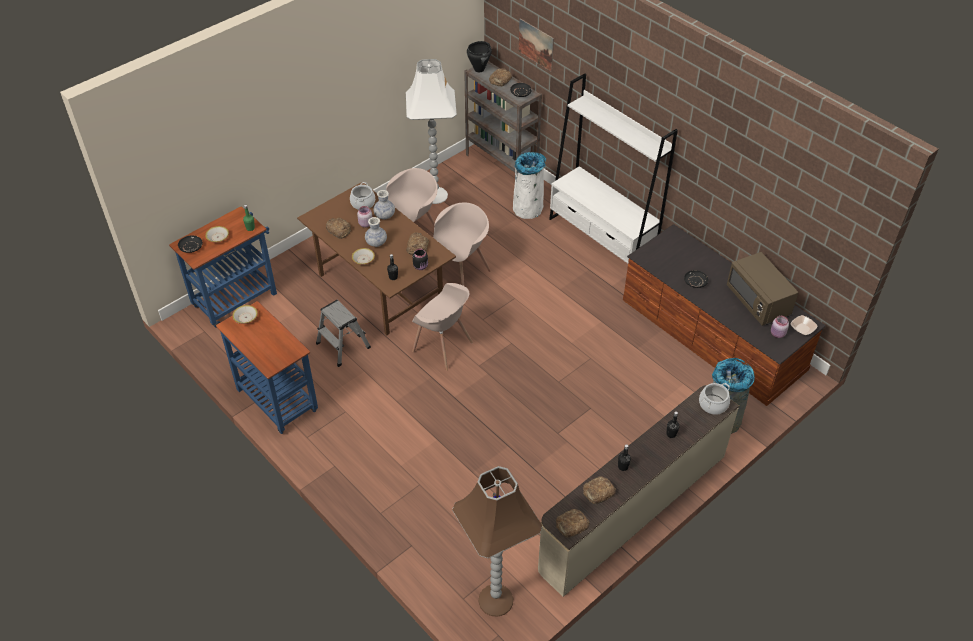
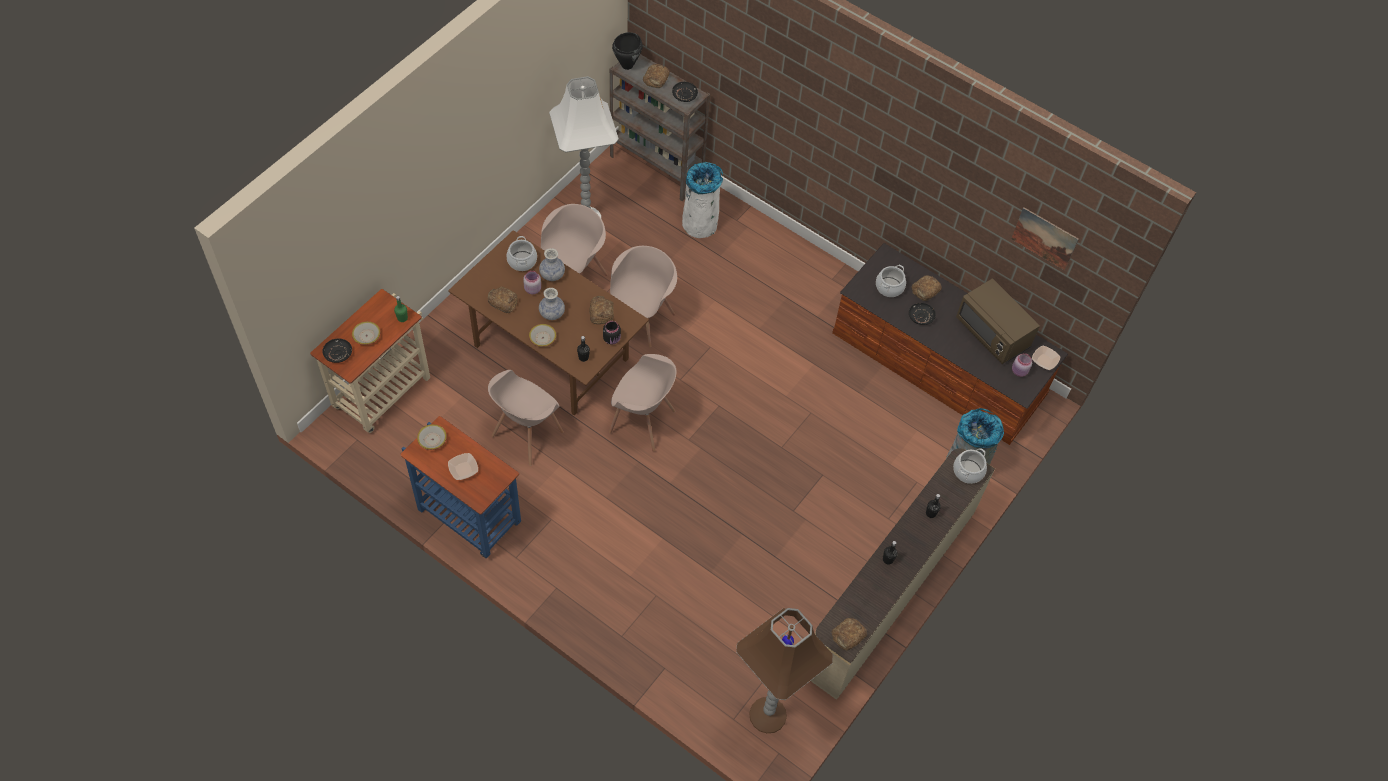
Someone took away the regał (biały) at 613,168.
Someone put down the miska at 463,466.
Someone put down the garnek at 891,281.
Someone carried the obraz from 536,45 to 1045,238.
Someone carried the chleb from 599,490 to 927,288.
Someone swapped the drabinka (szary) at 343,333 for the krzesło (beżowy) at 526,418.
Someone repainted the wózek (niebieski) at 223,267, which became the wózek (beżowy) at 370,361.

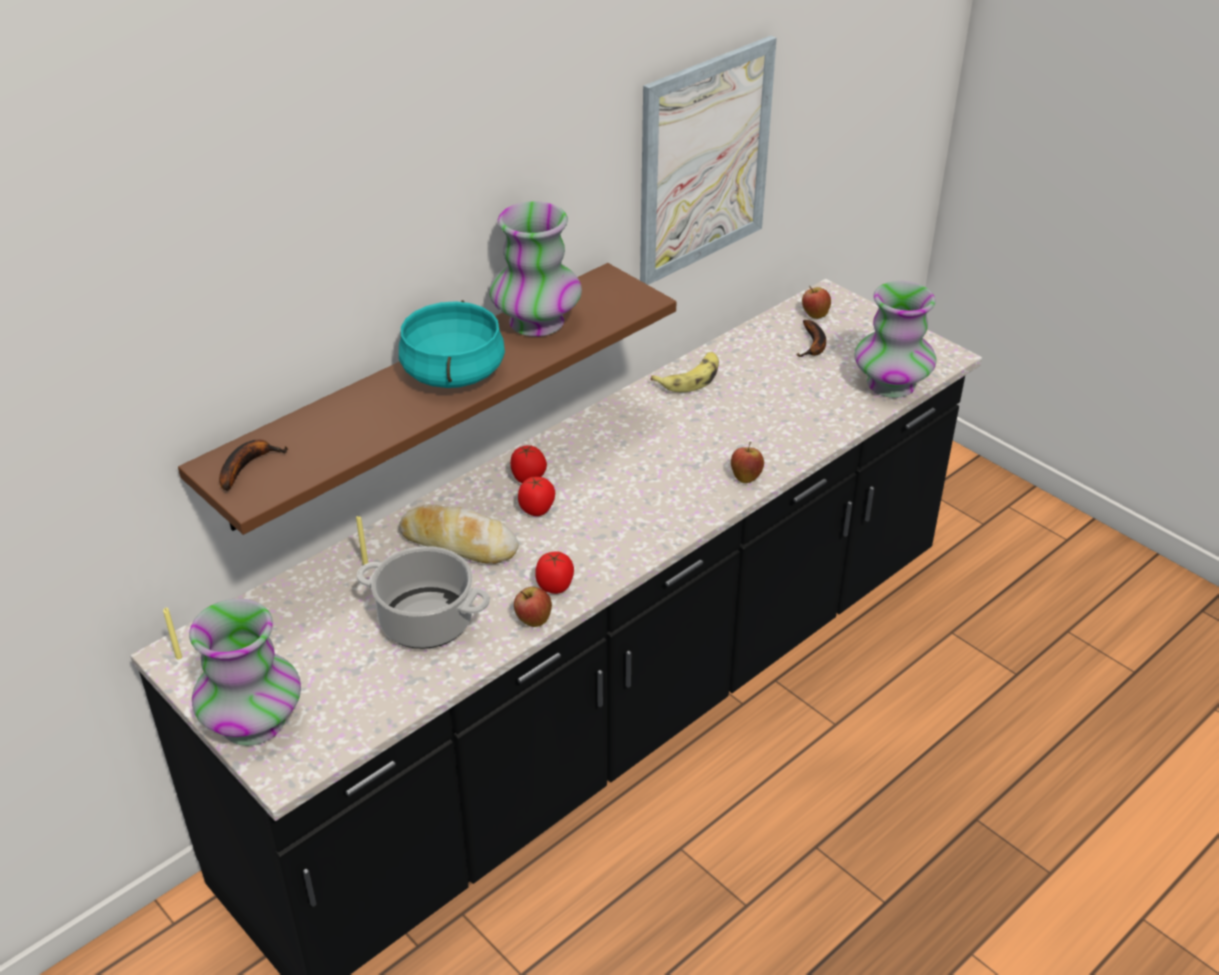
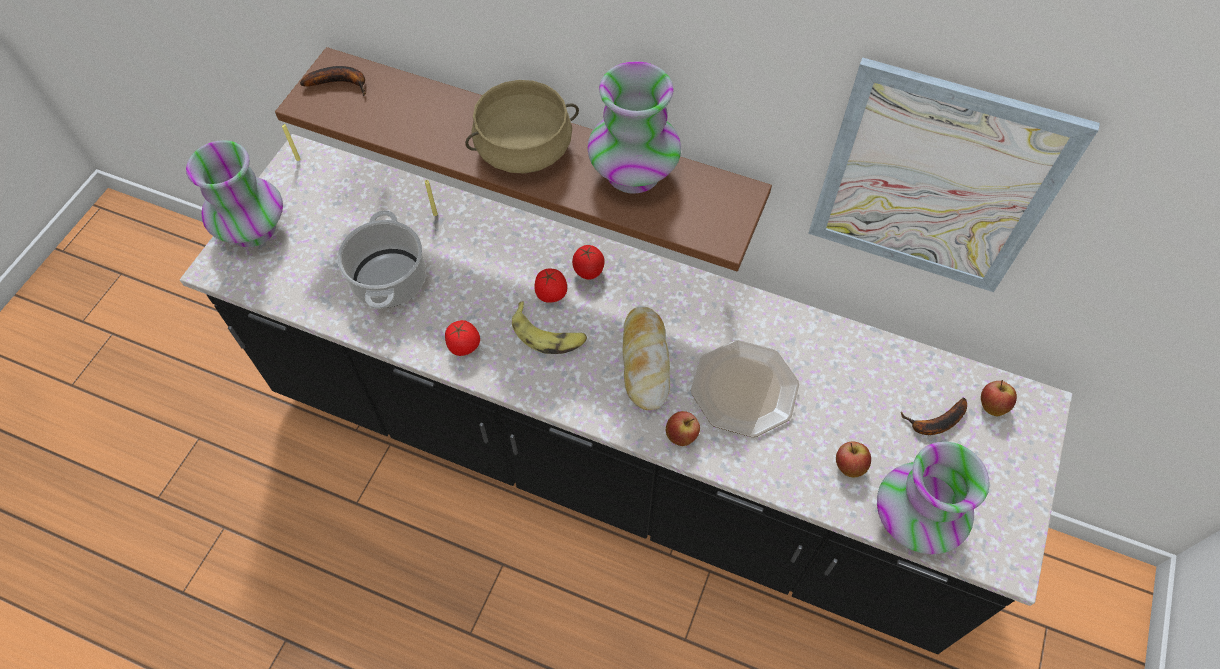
Someone put down the talerz at 745,388.
Someone carried the chleb from 459,534 to 646,358.
Someone carried the jabłko from 533,607 to 853,459.
Someone carried the banan from 685,372 to 549,327.
Someone repainted the garnek (turkusowy) at 452,344, which became the garnek (beżowy) at 522,127.

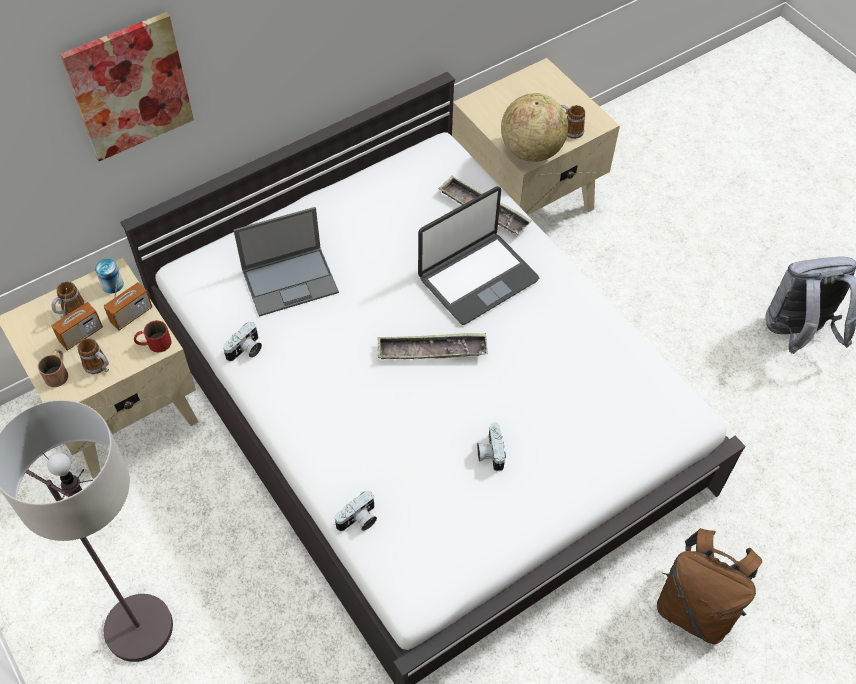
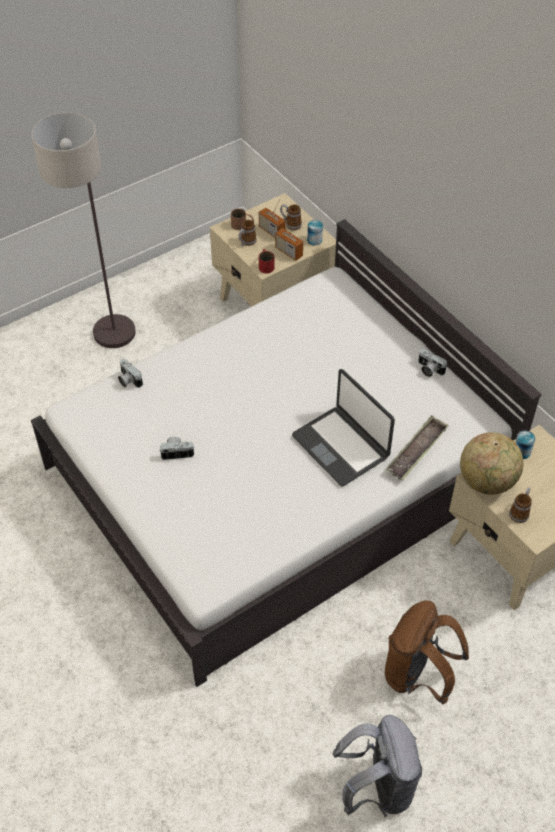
Someone took away the obraz at 127,86.
Someone took away the laptop at 286,262.
Someone took away the taca at 433,346.
Someone put down the puszka at 525,444.
Someone carried the aparat fotograficzny from 242,341 to 432,363.
Someone carried the plecak (brązowy) from 709,586 to 427,653.

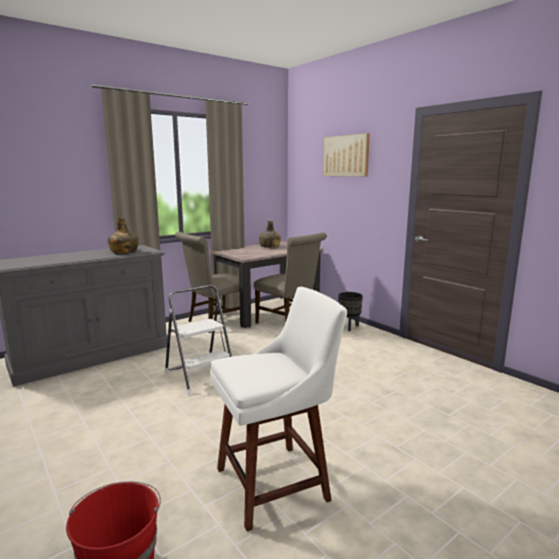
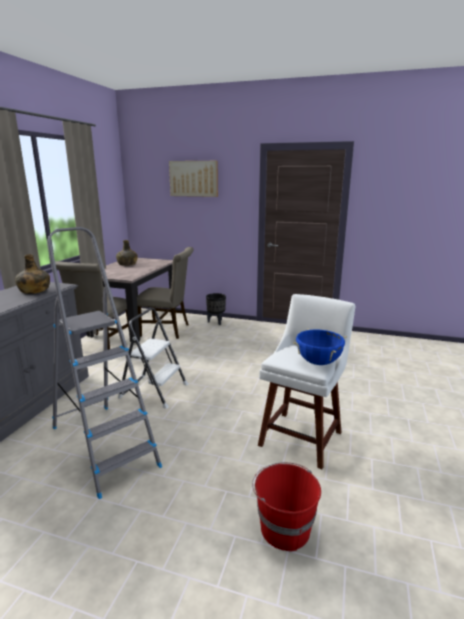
Someone put down the drabinka (szary) at 104,363.
Someone put down the garnek (niebieski) at 320,347.

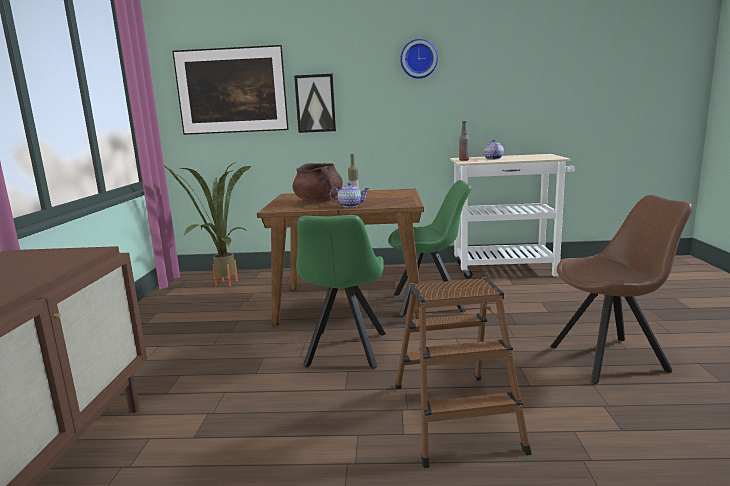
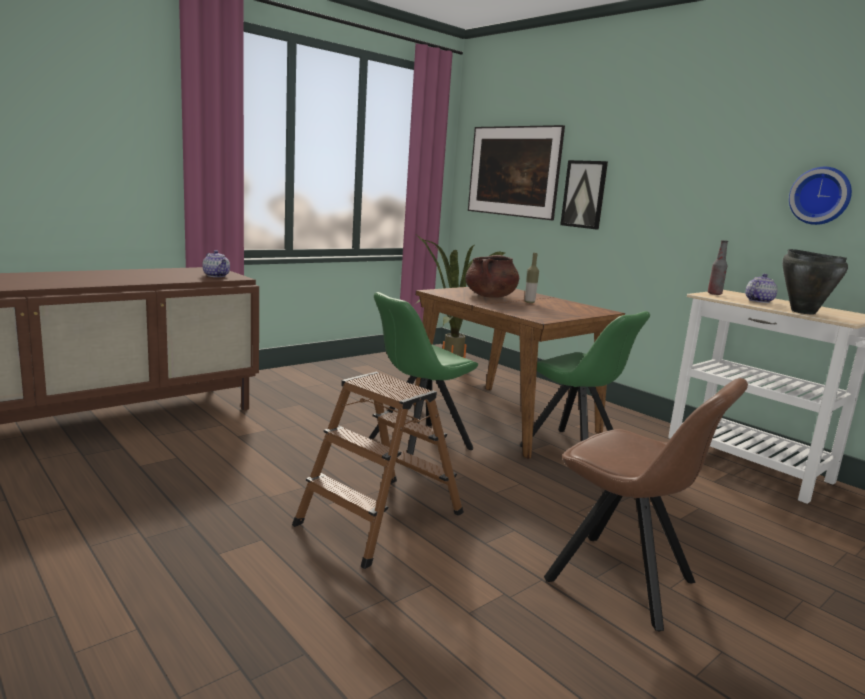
Someone put down the garnek (czarny) at 815,282.
Someone carried the imbryk from 349,194 to 216,263.
Someone carried the zegar ścienny from 419,59 to 820,196.

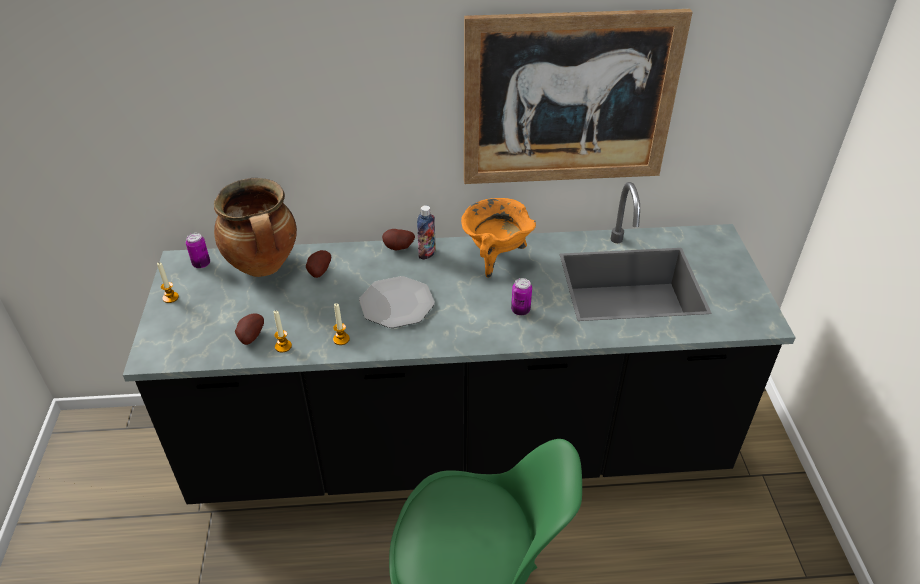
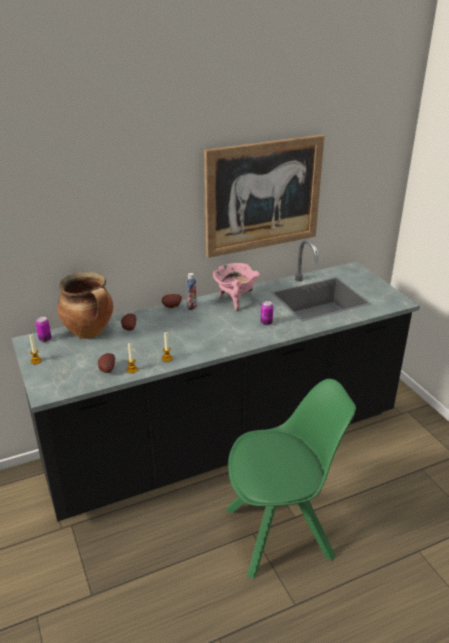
Someone took away the talerz at 397,302.
Someone repainted the garnek (pomarańczowy) at 498,238, which became the garnek (różowy) at 236,287.

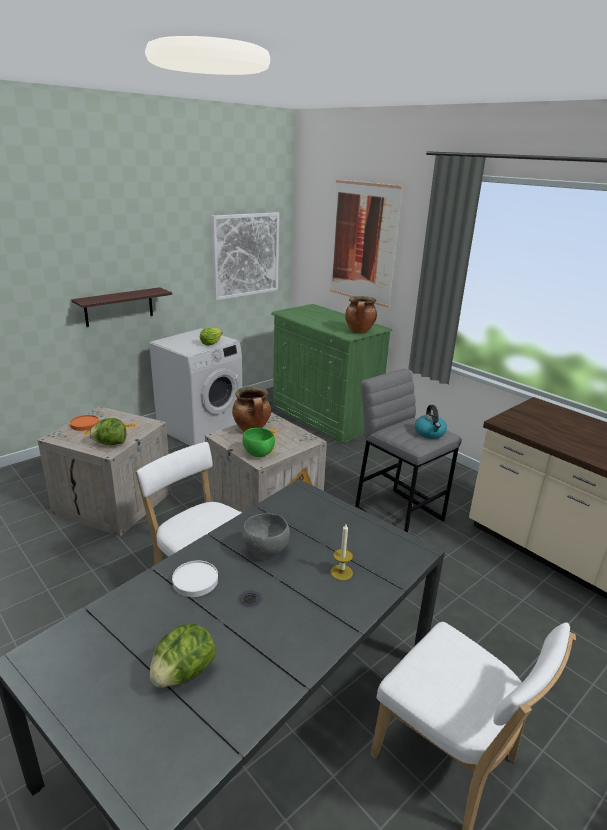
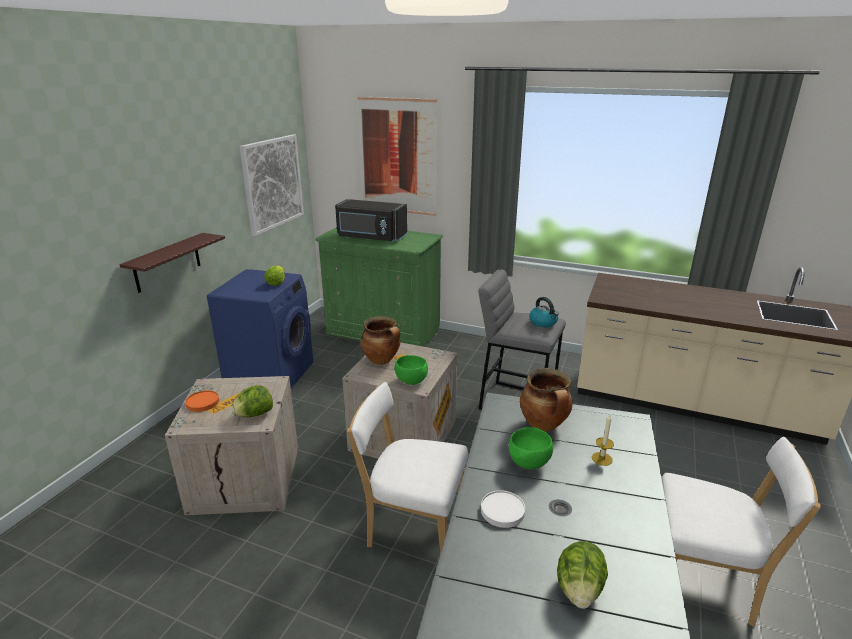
Someone put down the mikrofalówka (czarny) at 371,220.
Someone carried the garnek from 361,315 to 546,400.
Someone repainted the pralka (biały) at 195,387, which became the pralka (niebieski) at 260,328.
Someone repainted the miska (szary) at 266,535, which became the miska (zielony) at 531,448.

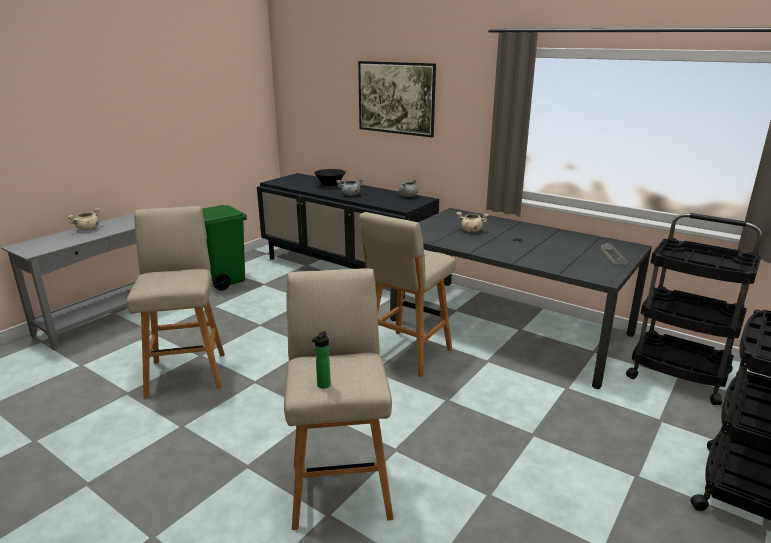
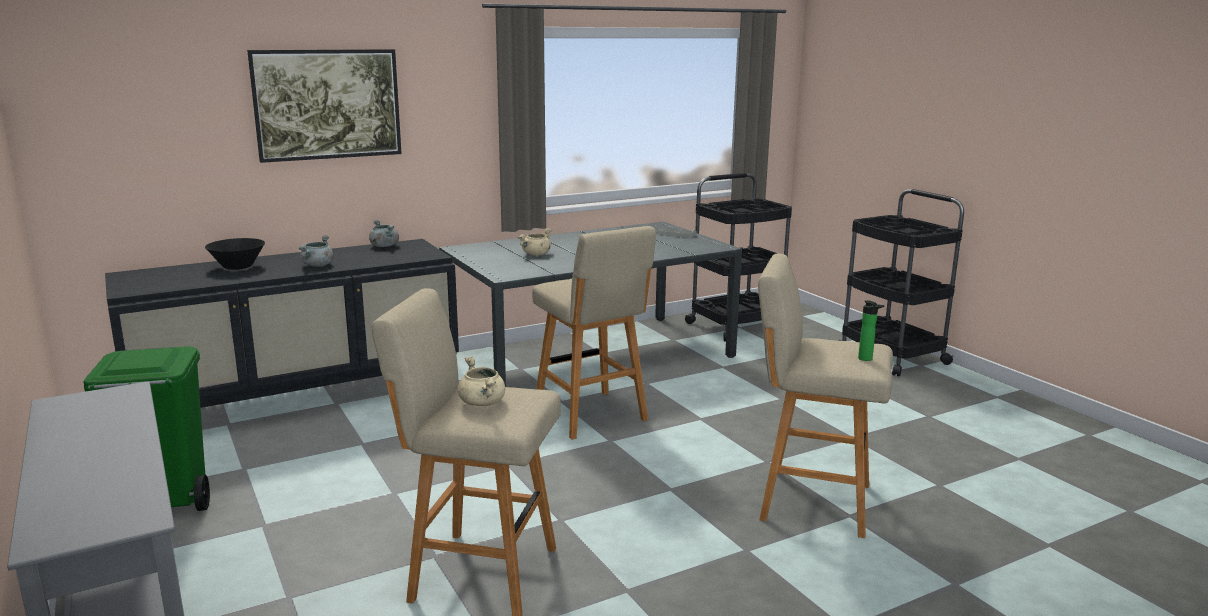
Someone carried the garnek (beżowy) from 83,219 to 481,381.

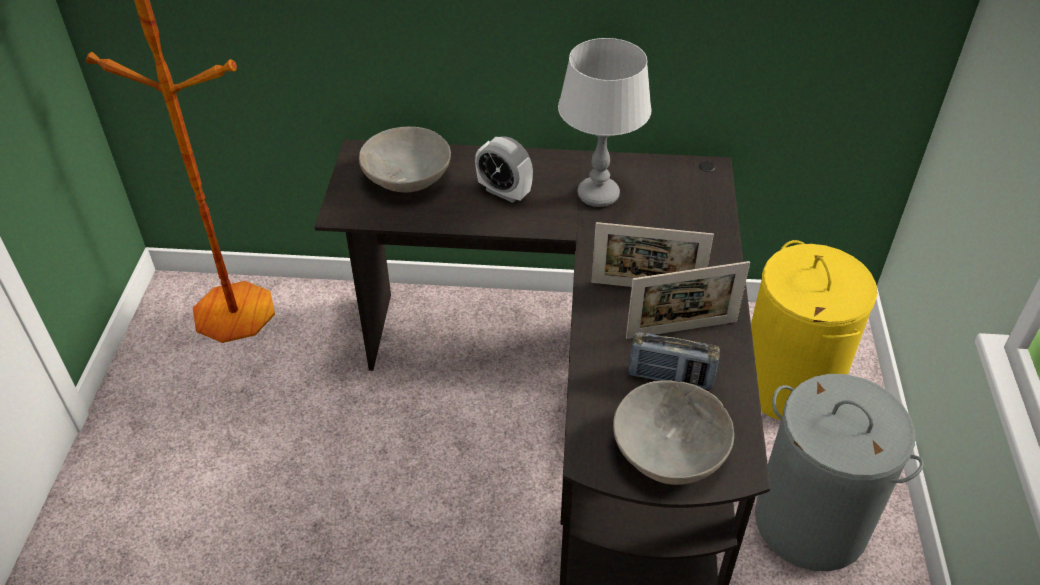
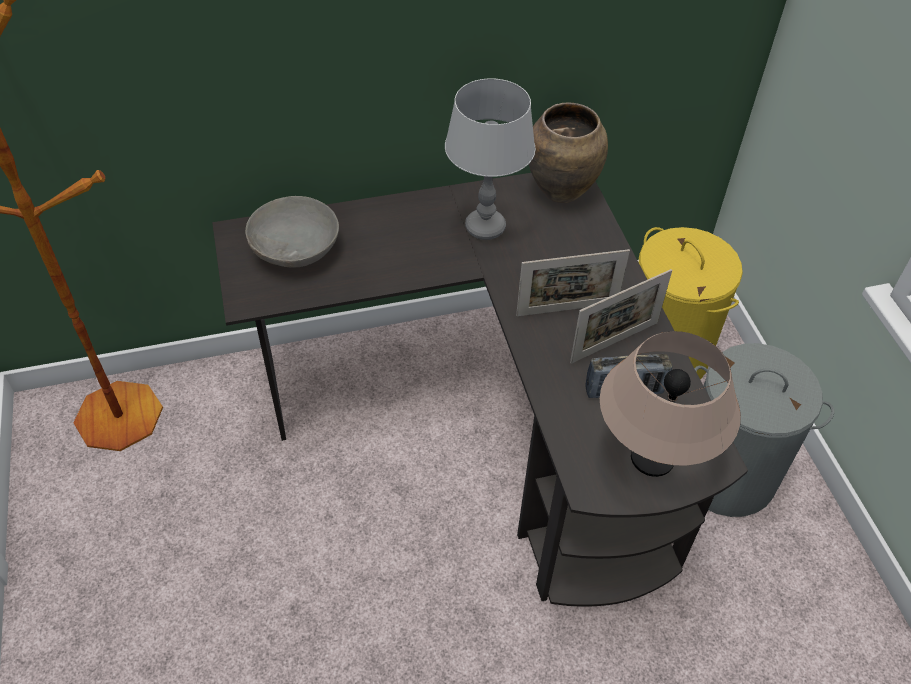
Someone took away the budzik at 504,169.
Someone put down the wazon (brązowy) at 568,153.
Someone swapped the miska (szary) at 673,432 for the lampa stołowa (beżowy) at 670,404.

